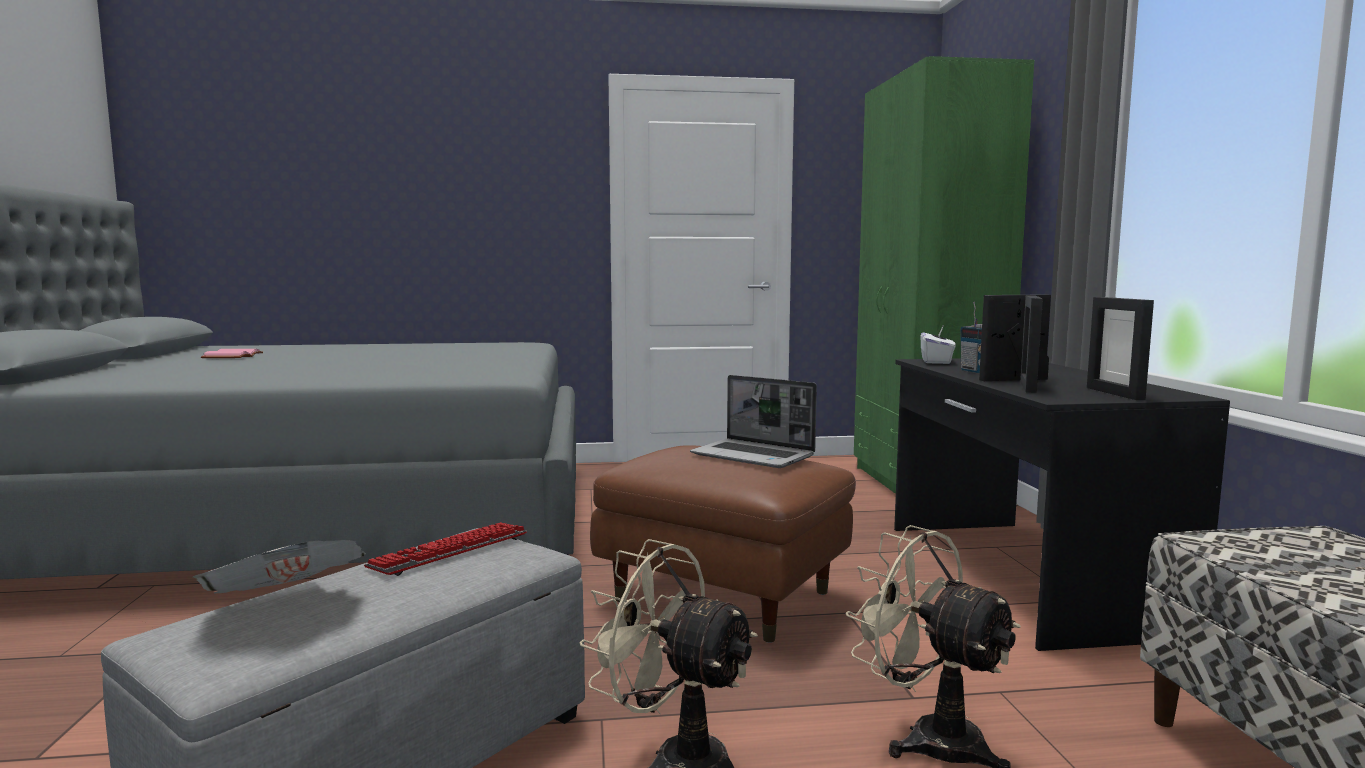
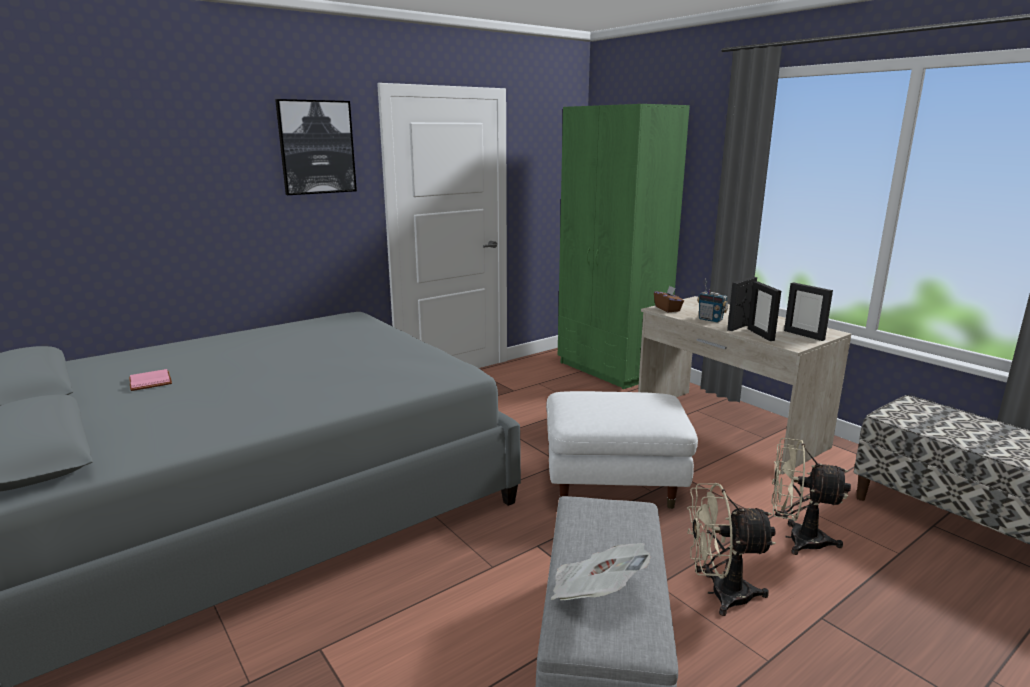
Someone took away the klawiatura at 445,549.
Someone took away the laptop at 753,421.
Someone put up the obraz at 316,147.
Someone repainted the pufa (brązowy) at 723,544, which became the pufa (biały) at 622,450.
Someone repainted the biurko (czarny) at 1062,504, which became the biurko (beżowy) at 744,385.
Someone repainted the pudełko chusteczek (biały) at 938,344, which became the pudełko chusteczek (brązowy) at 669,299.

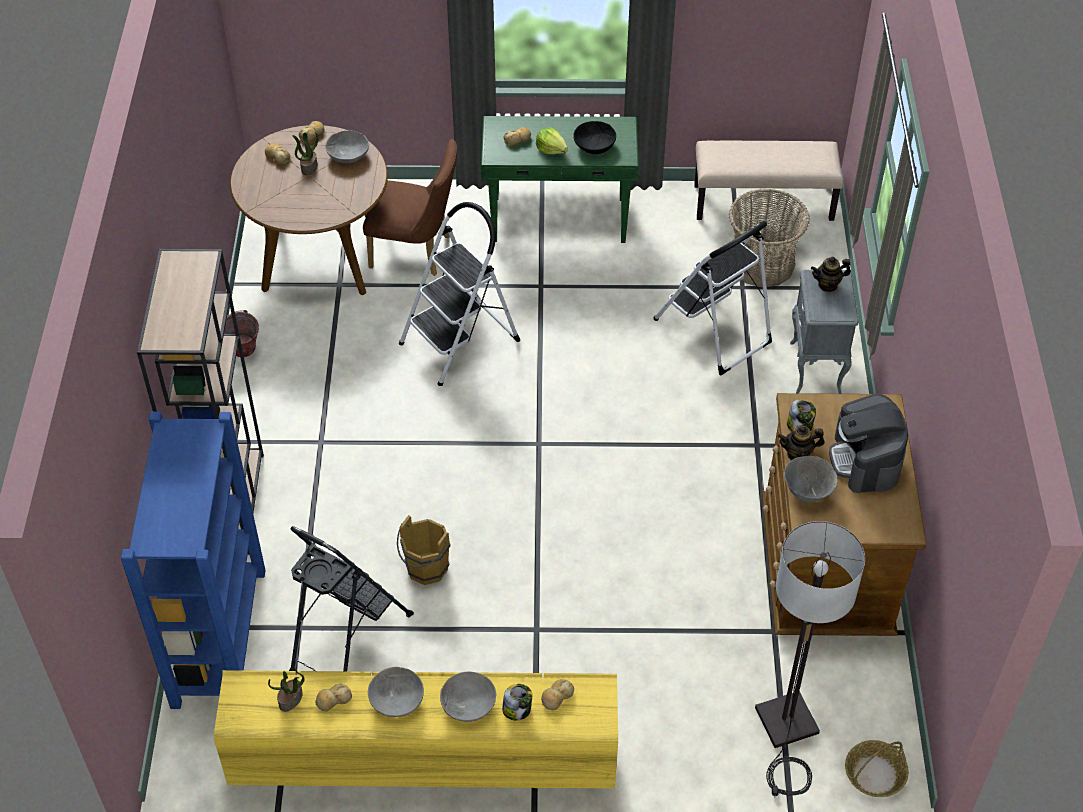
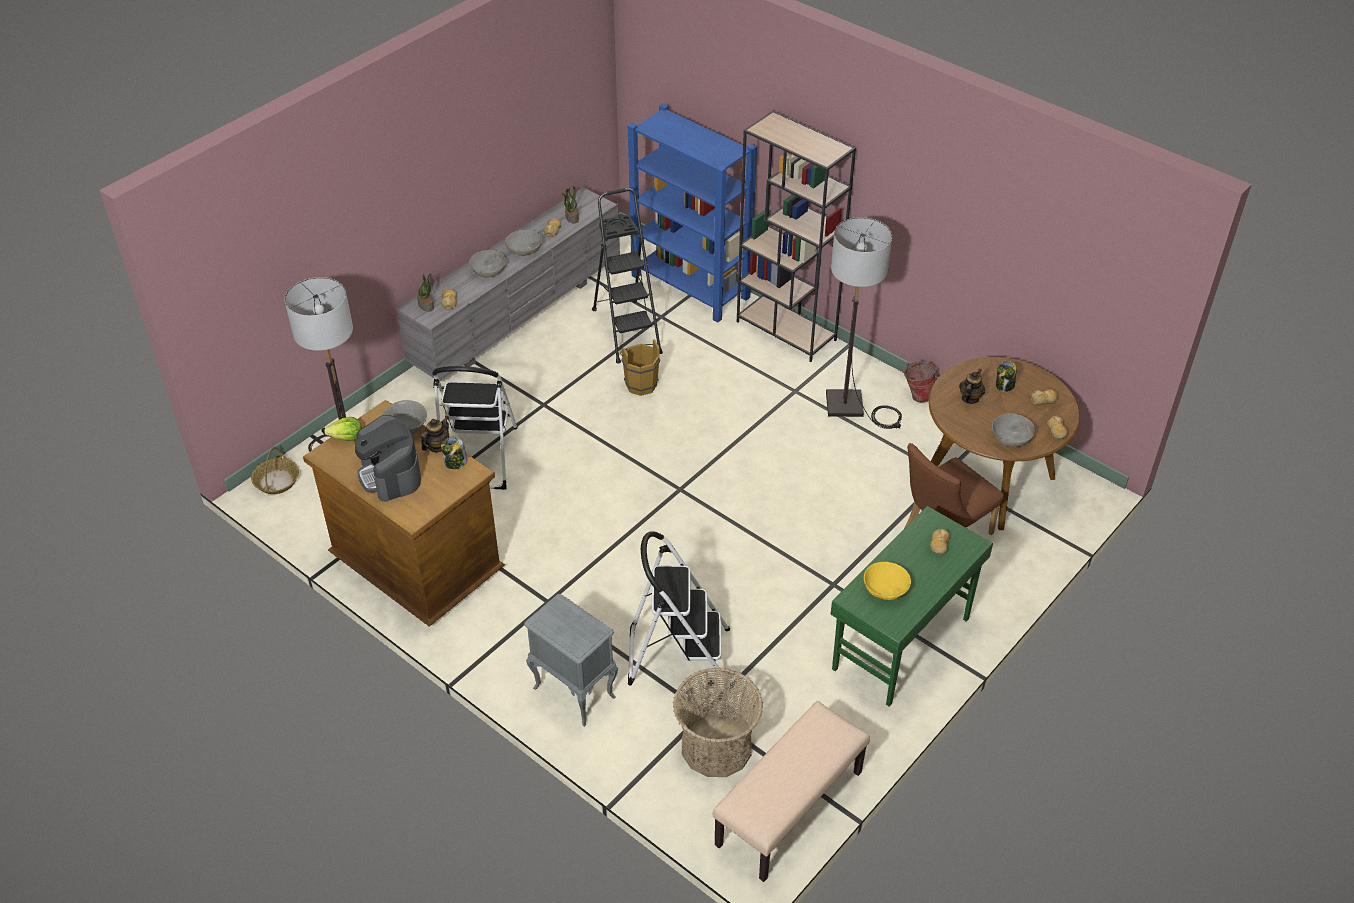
Someone put down the lampa stojąca at 864,323.
Someone carried the roślina doniczkowa from 305,153 to 425,292.
Someone carried the drabinka from 459,294 to 475,428.
Someone carried the słoik from 517,702 to 1006,376.
Someone carried the sałata from 552,140 to 343,429.
Someone carried the imbryk from 831,274 to 972,386.
Someone repainted the szafka (żółty) at 415,729, which became the szafka (szary) at 508,284.
Someone repainted the miska (czarny) at 594,137, which became the miska (żółty) at 887,581.
Someone rotated the ekspres do kawy at 868,443 by 150 degrees counterclockwise.

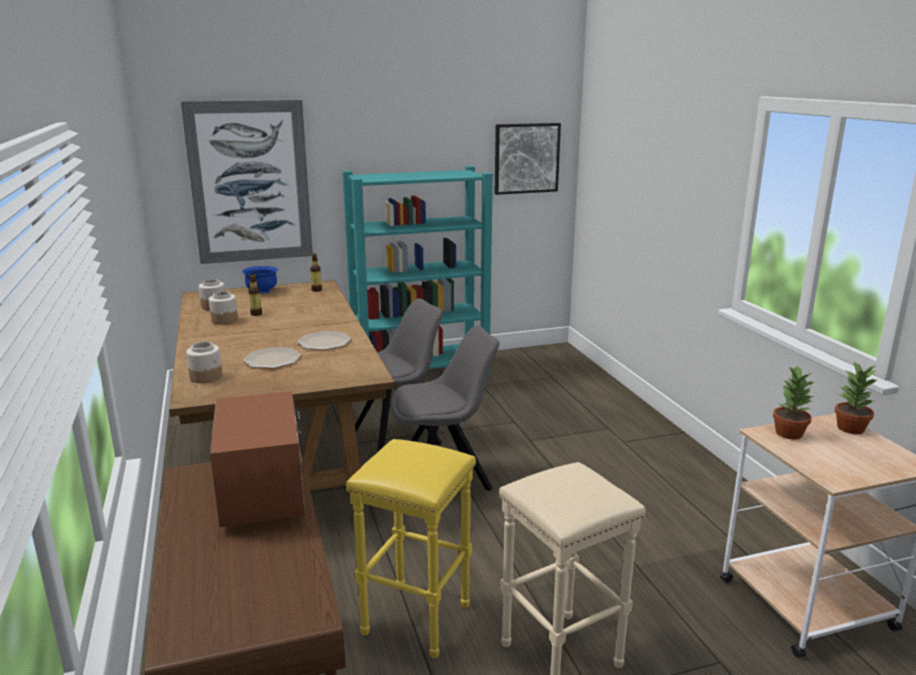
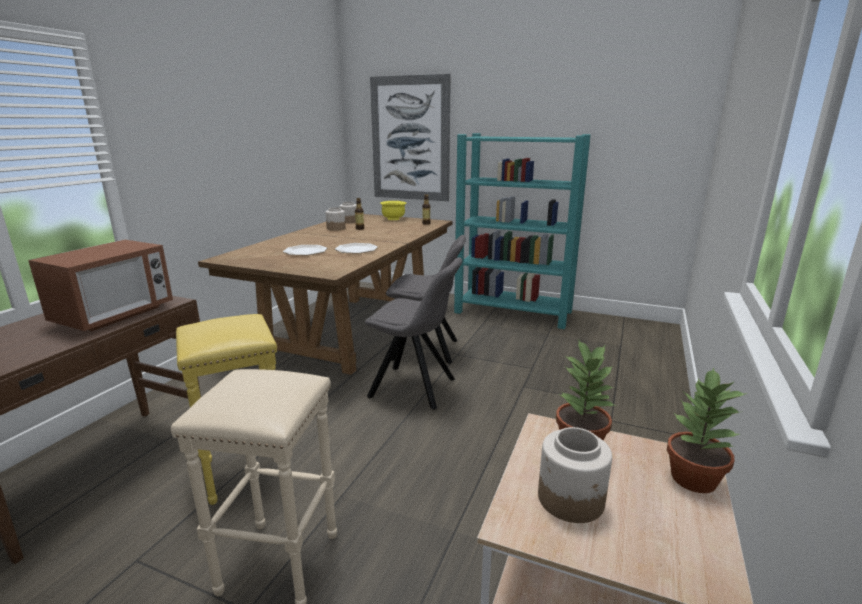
Someone took away the obraz at 527,159.
Someone carried the słoik from 204,362 to 575,475.
Someone repainted the miska (niebieski) at 260,280, which became the miska (żółty) at 393,210.

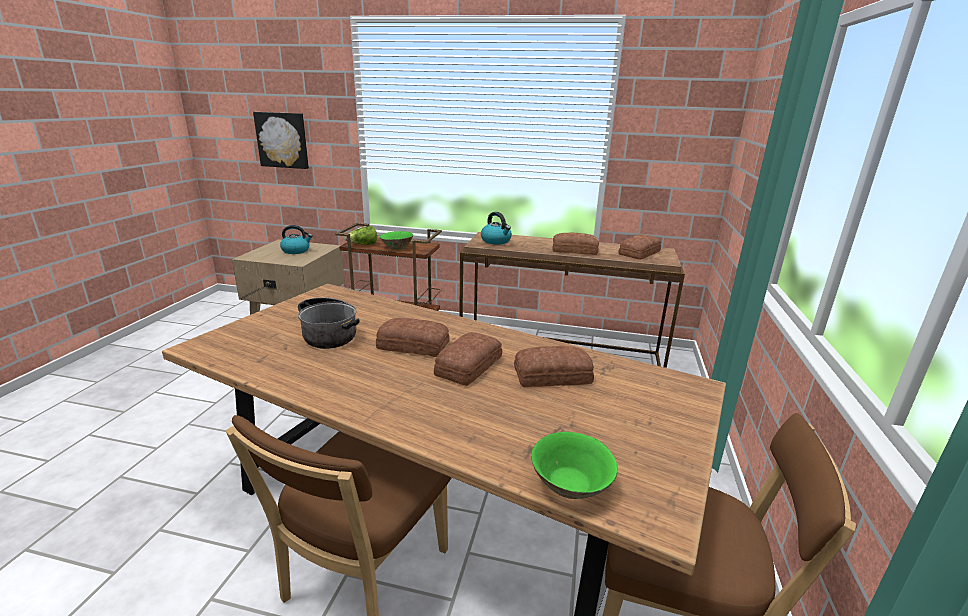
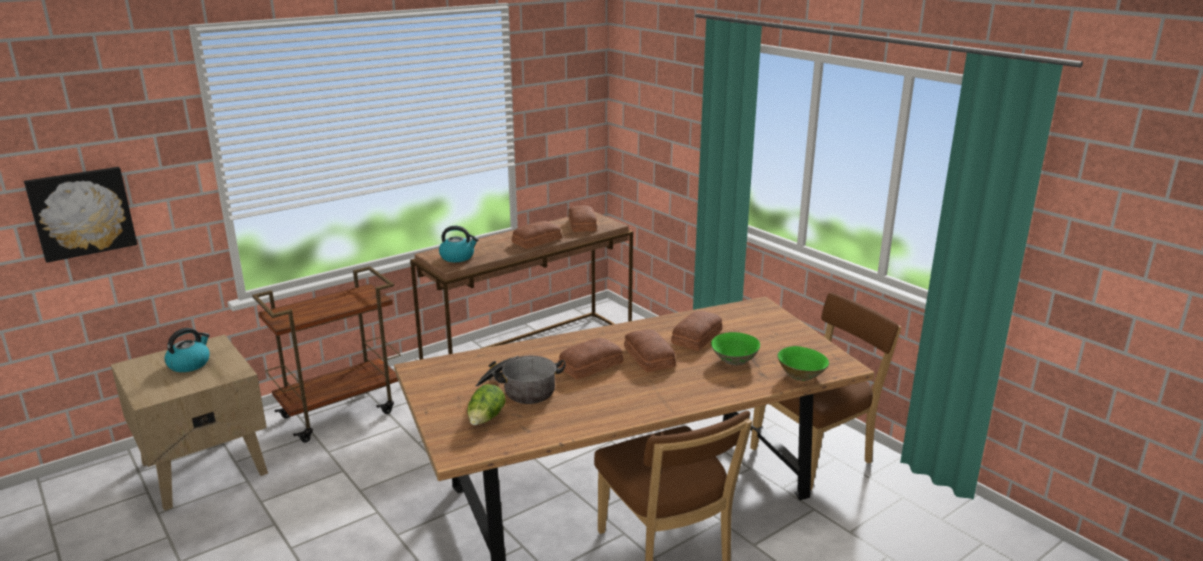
Someone carried the sałata from 360,235 to 486,404.
Someone carried the miska (zielony) from 396,240 to 735,349.

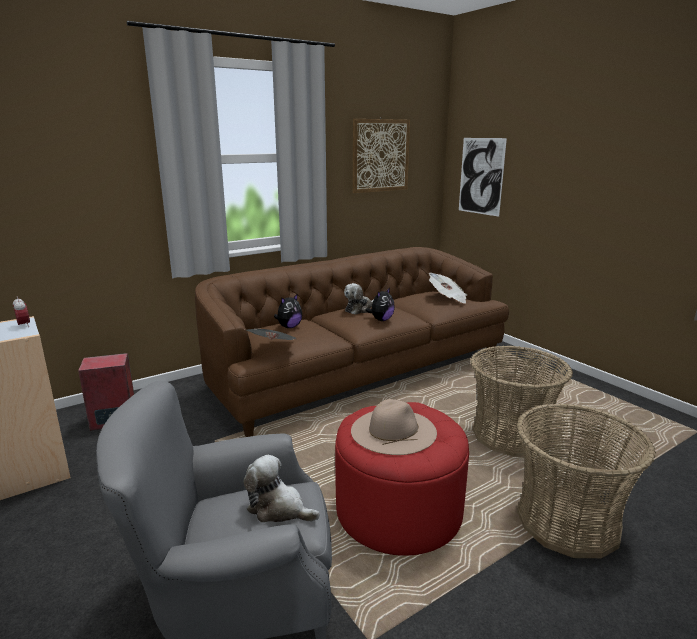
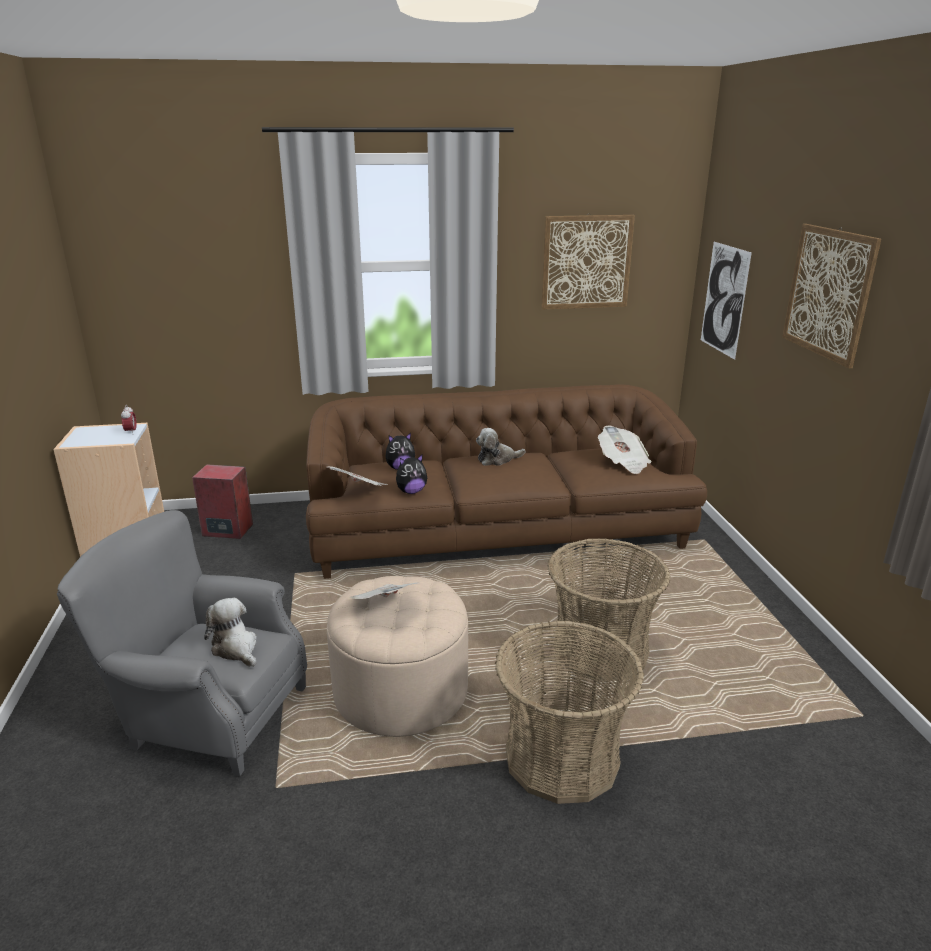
Someone put up the obraz at 831,296.
Someone carried the pluszak from 380,304 to 411,474.
Someone swapped the kapelusz (beżowy) at 394,427 for the gazeta at 385,590.
Someone repainted the pufa (czerwony) at 402,479, which became the pufa (beżowy) at 397,656.

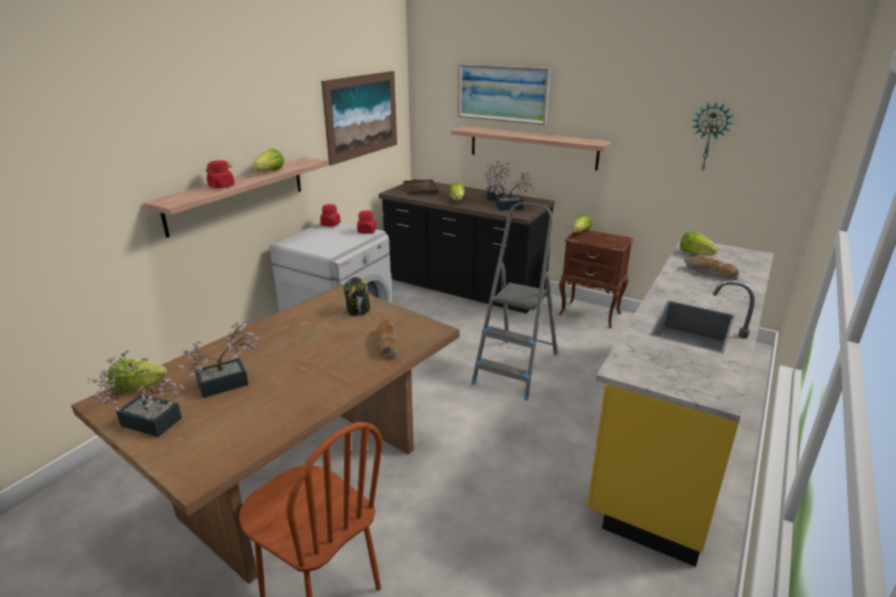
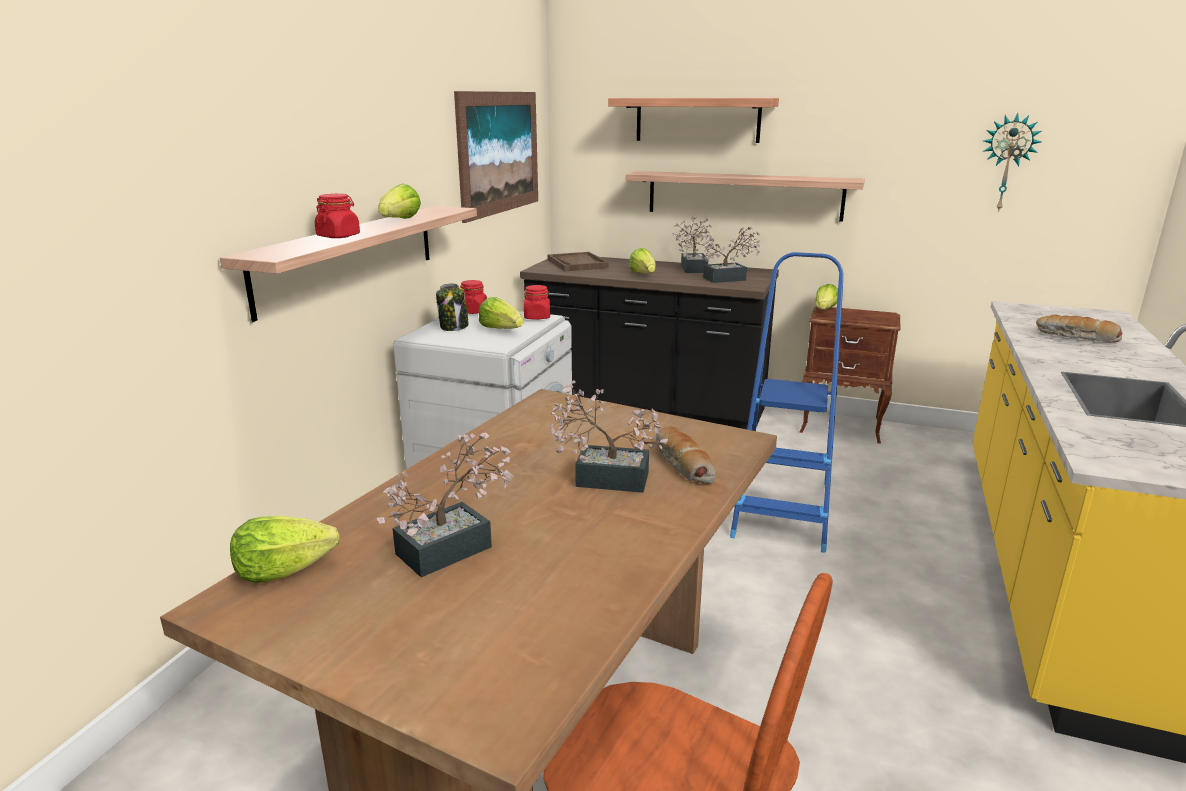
Someone carried the roślina doniczkowa from 136,393 to 609,436.
Someone carried the słoik from 357,296 to 452,307.
Someone carried the sałata from 699,243 to 501,313.
Someone swapped the obraz at 504,94 for the półka at 693,120.
Someone repainted the drabinka (szary) at 514,301, which became the drabinka (niebieski) at 786,402.

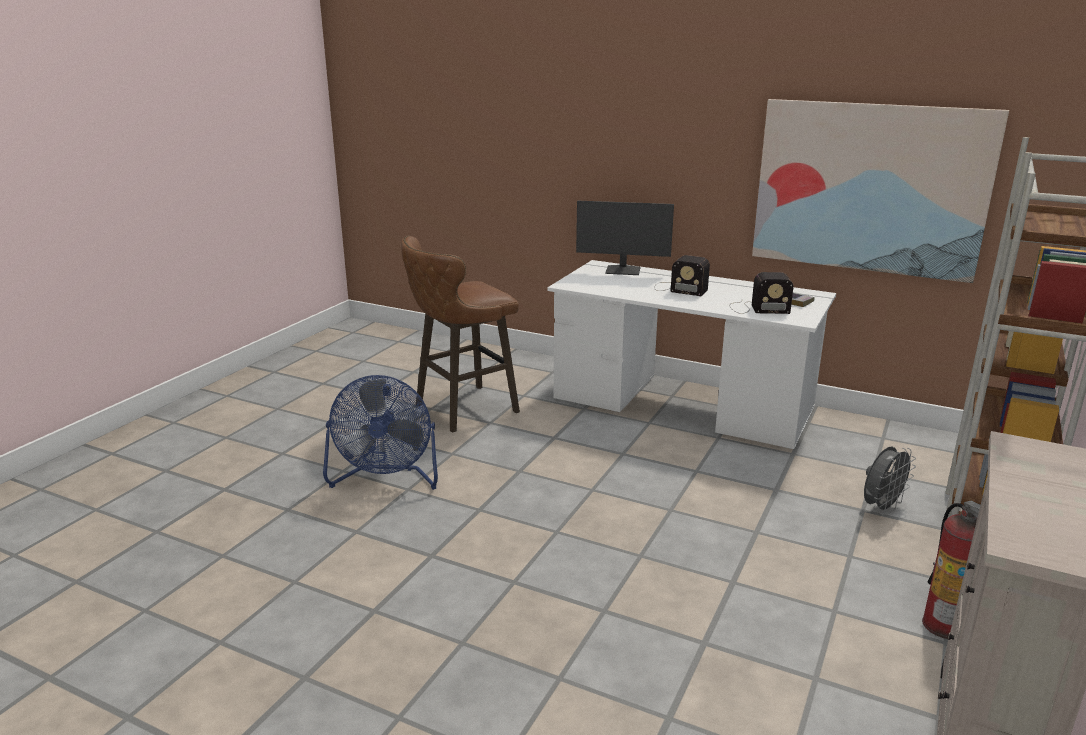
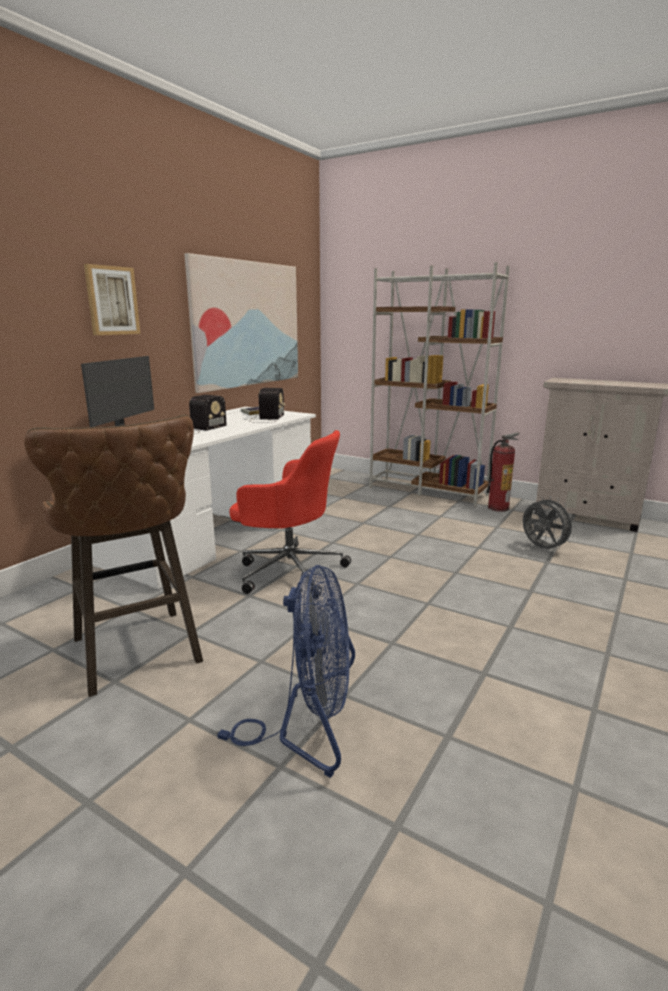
Someone put up the obraz at 112,299.
Someone put down the krzesło biurowe (czerwony) at 290,514.
Someone carried the wentylator (szary) from 890,481 to 549,523.

